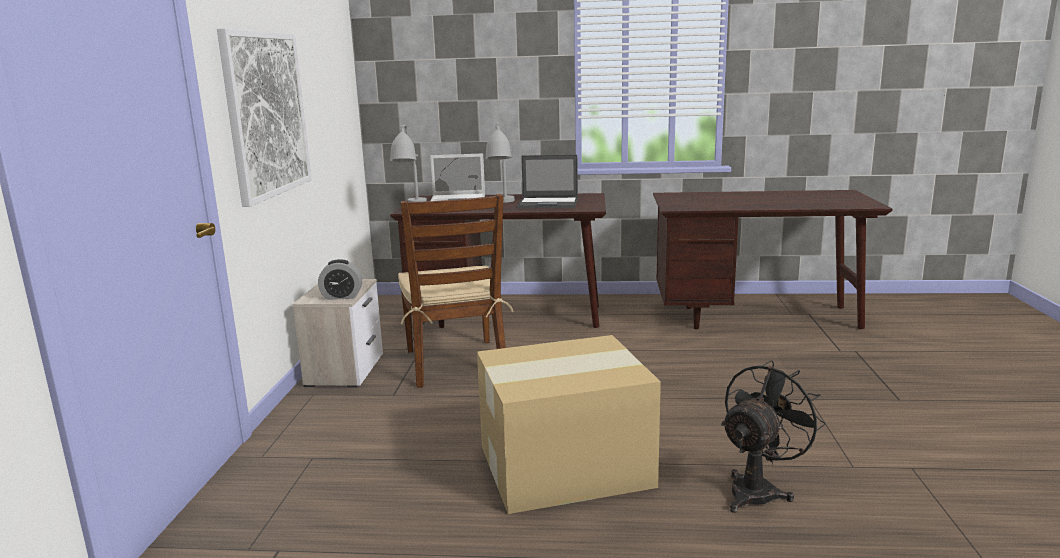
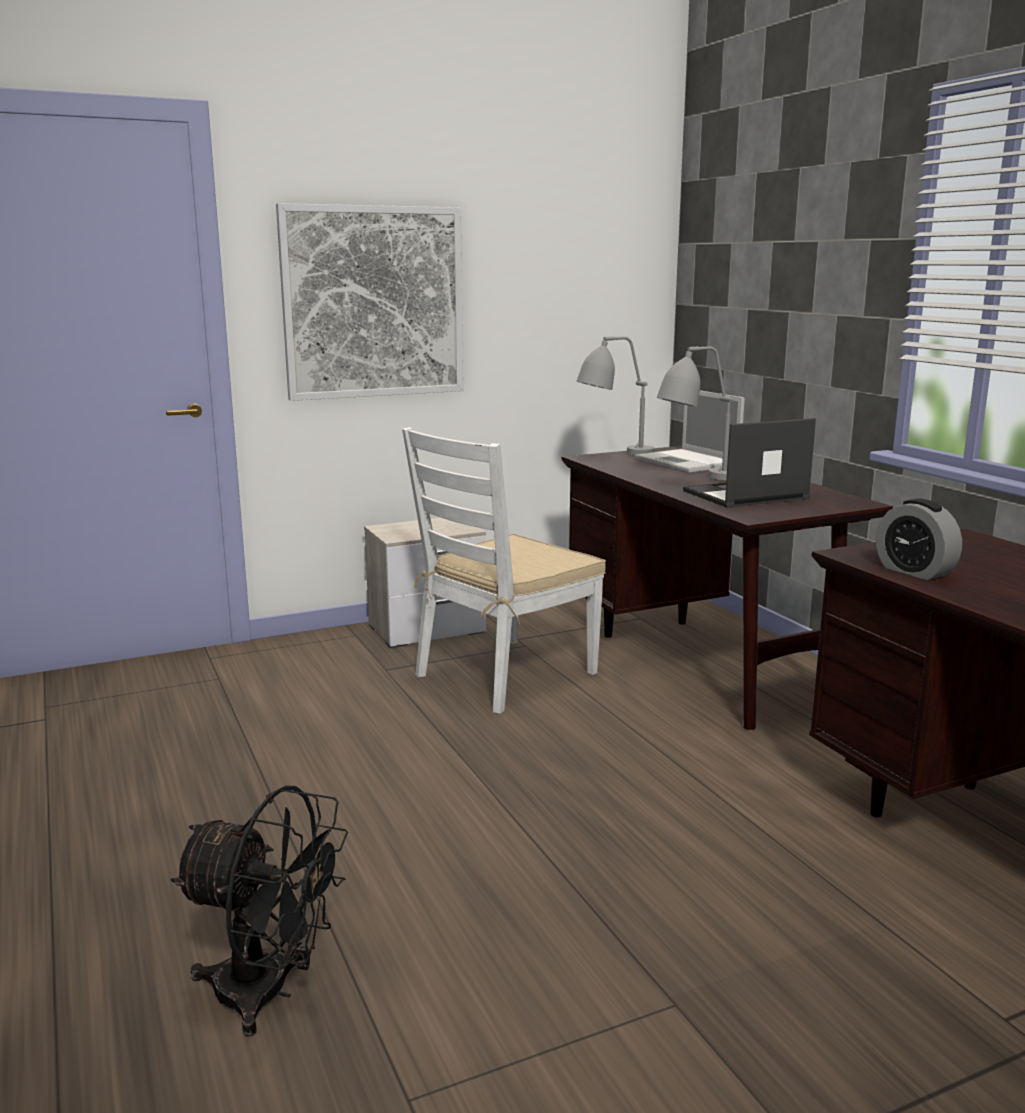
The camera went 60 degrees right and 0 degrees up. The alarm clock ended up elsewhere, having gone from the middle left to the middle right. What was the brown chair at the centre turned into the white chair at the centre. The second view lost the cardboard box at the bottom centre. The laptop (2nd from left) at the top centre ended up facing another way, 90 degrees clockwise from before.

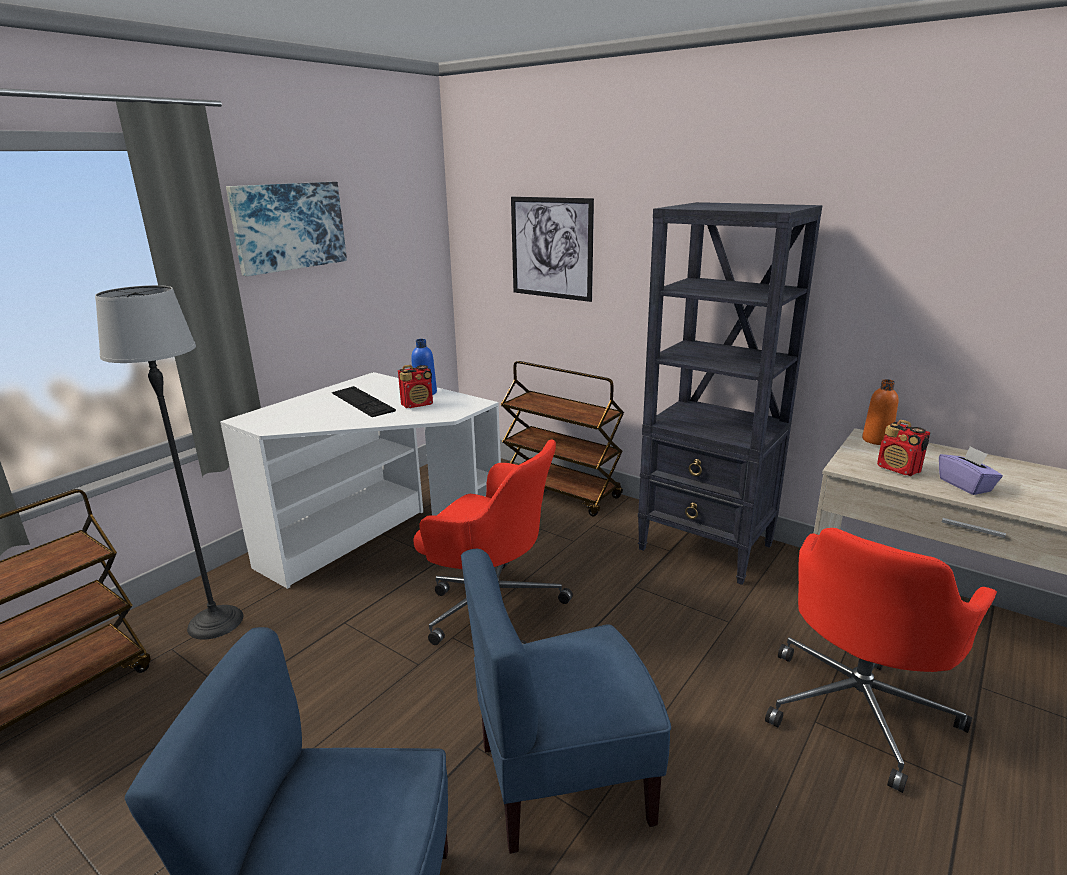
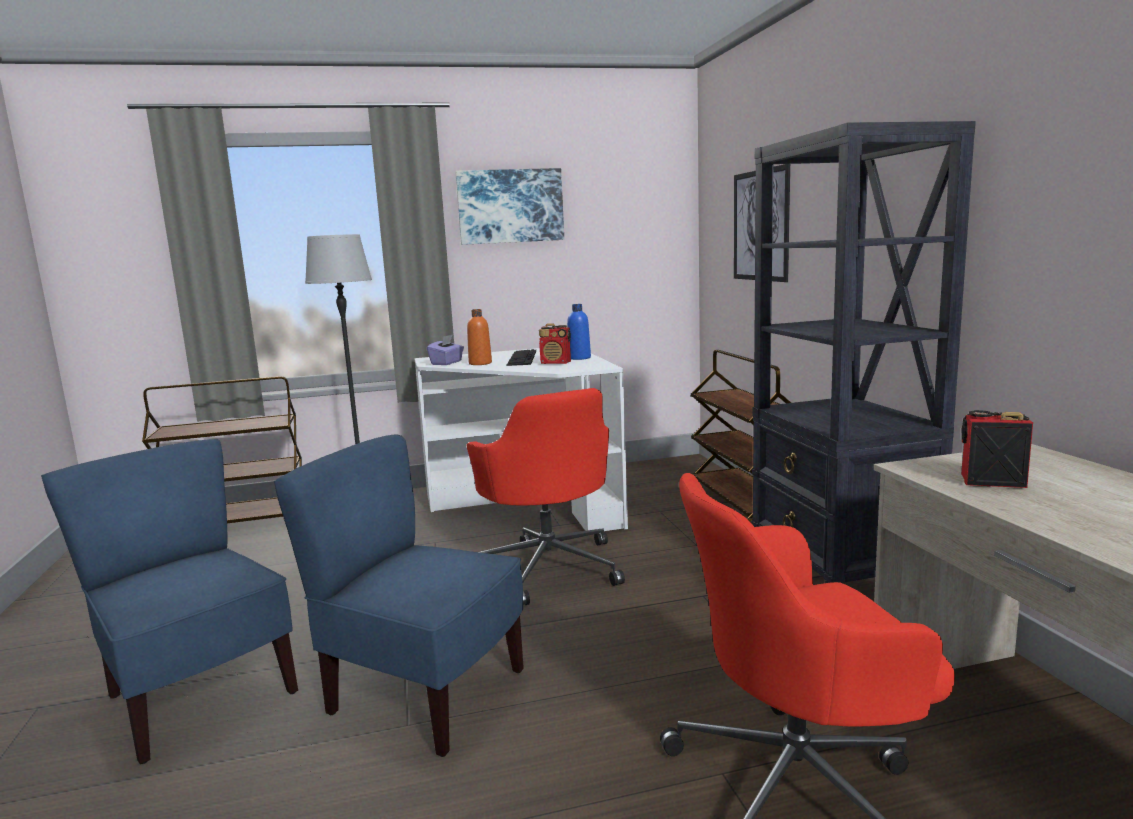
The camera went 40 degrees right and 10 degrees down. The orange bottle ended up elsewhere, having gone from the middle right to the centre. The radio (2nd from left) at the middle right ended up facing another way, 105 degrees clockwise from before. The purple tissue box ended up elsewhere, having gone from the middle right to the centre.

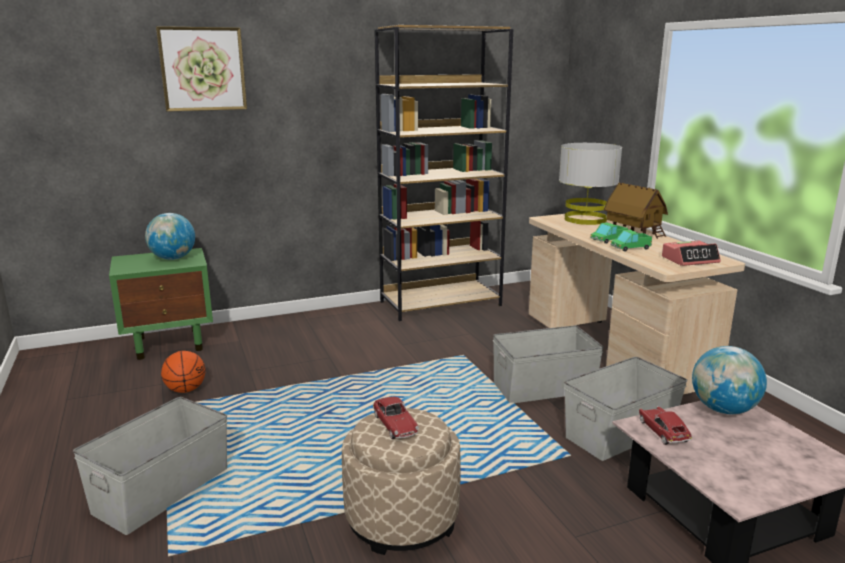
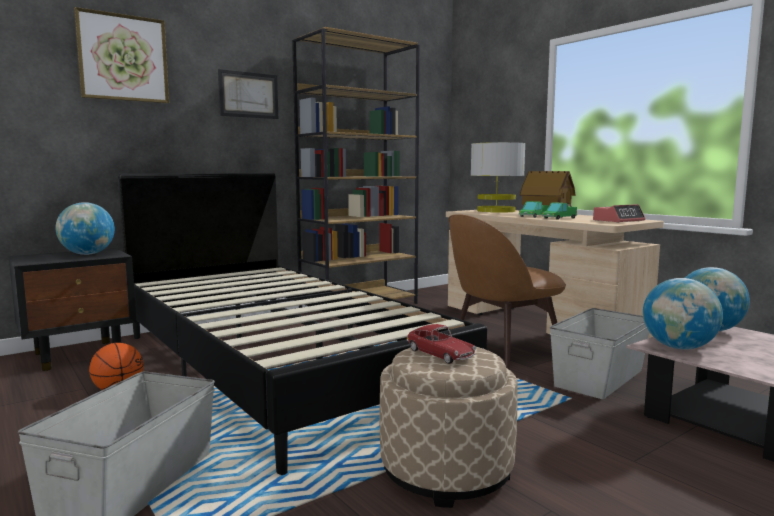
The camera went 15 degrees left and 10 degrees down. What was the green nightstand at the middle left turned into the black nightstand at the middle left. Where the grey storage box (2nd from left) stood at the centre, the brown chair came to stand at the centre. Where the toy car (2nd from left) stood at the bottom right, the globe (2nd from left) came to stand at the middle right. The second view gained the black bed at the centre. The second view gained the picture (2nd from left) at the top left.

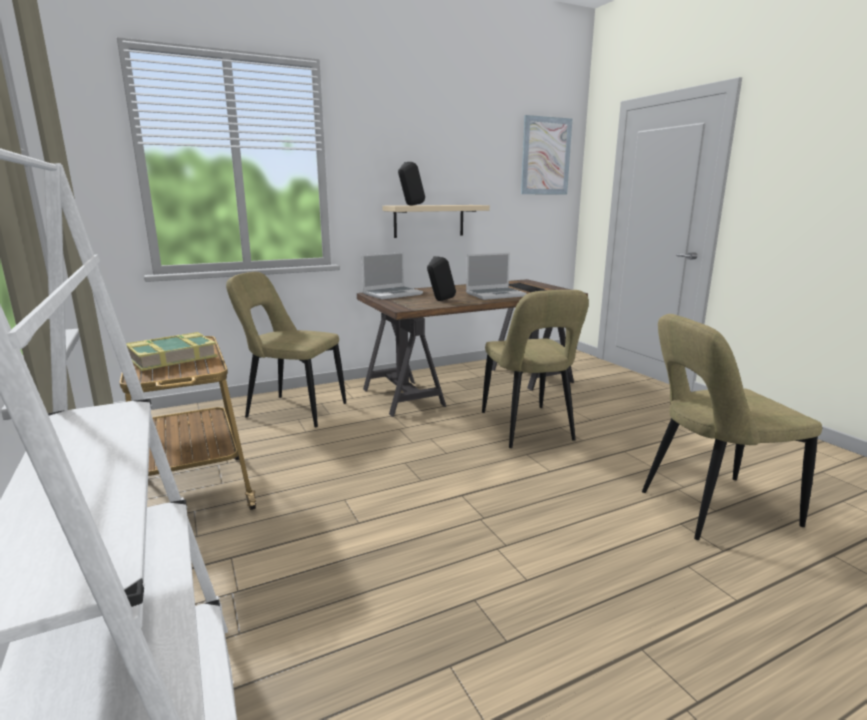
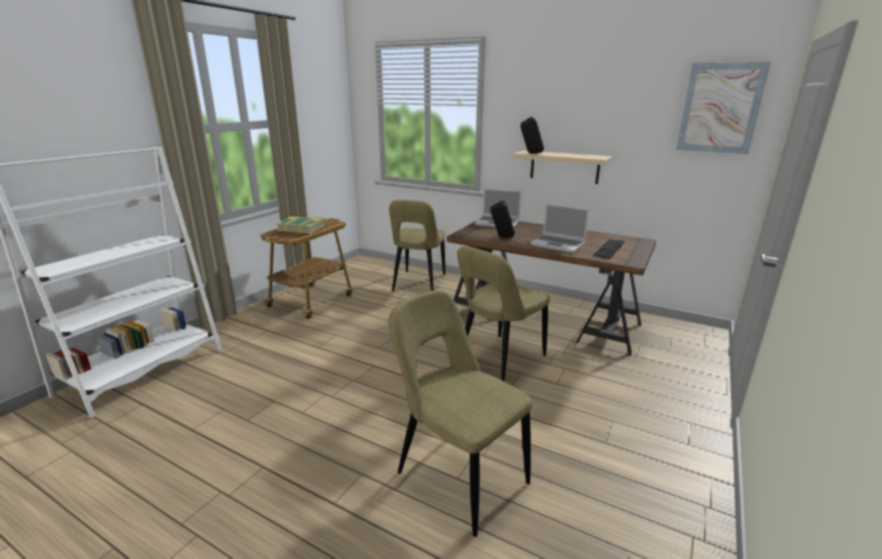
The camera went 55 degrees right and 5 degrees up. The beige chair (1st from left) at the middle left ended up facing another way, 150 degrees counterclockwise from before.

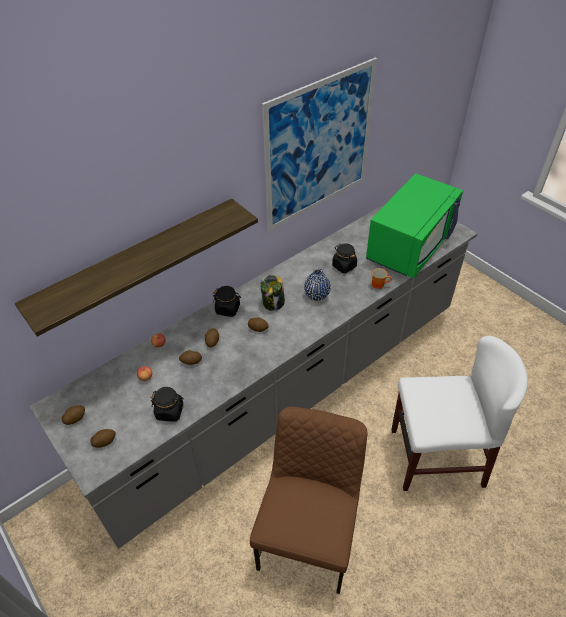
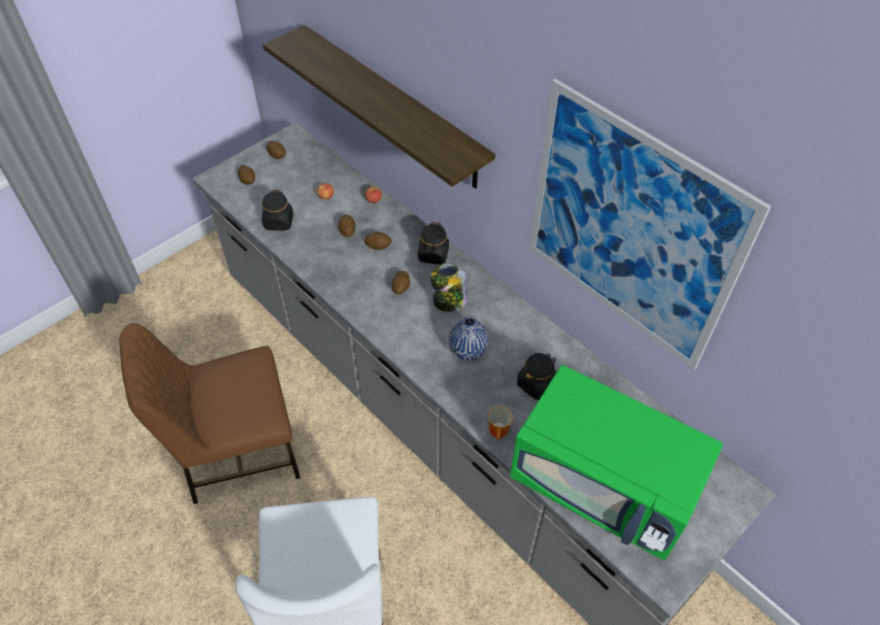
The camera went 85 degrees right and 5 degrees up. The brown chair at the bottom centre ended up facing another way, 150 degrees clockwise from before.

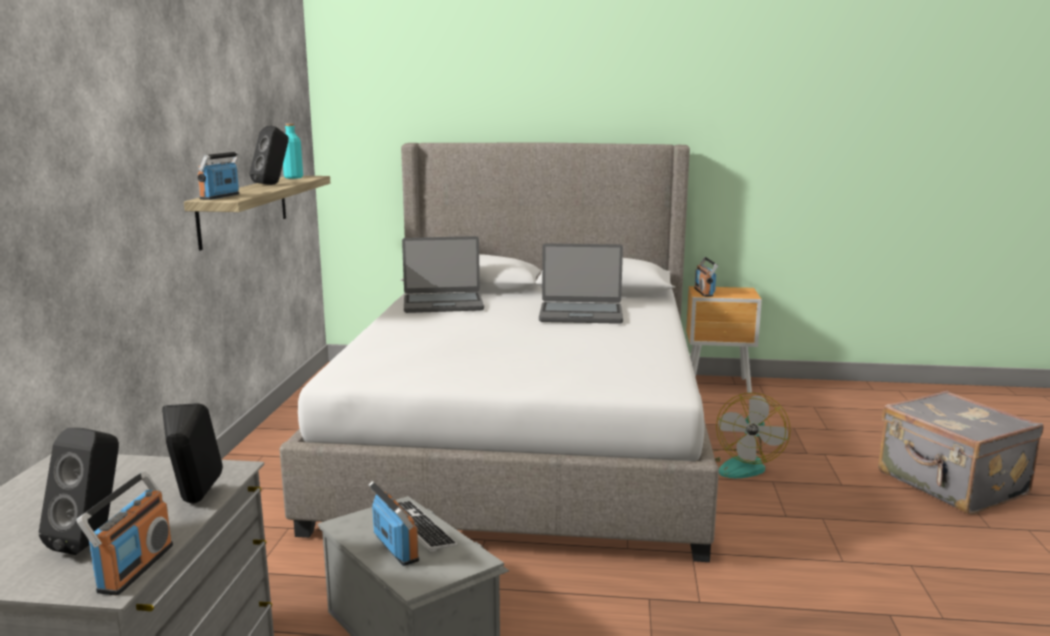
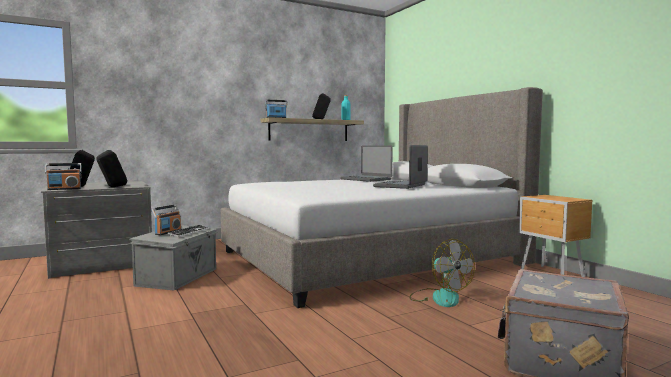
The camera went 55 degrees right and 10 degrees down. The laptop (2nd from left) at the centre ended up facing another way, 60 degrees clockwise from before. The second view lost the radio (4th from left) at the middle right. The fan at the bottom right ended up facing another way, 105 degrees counterclockwise from before.

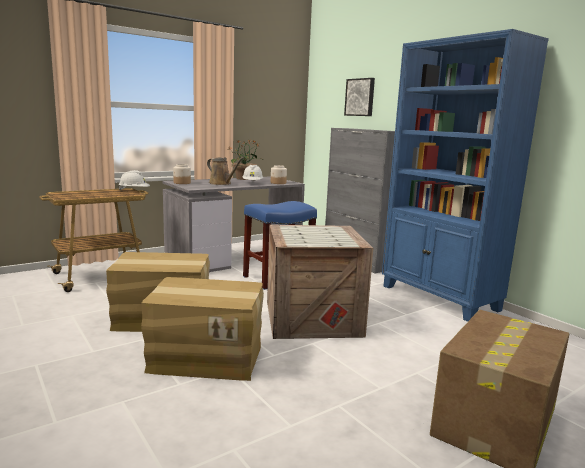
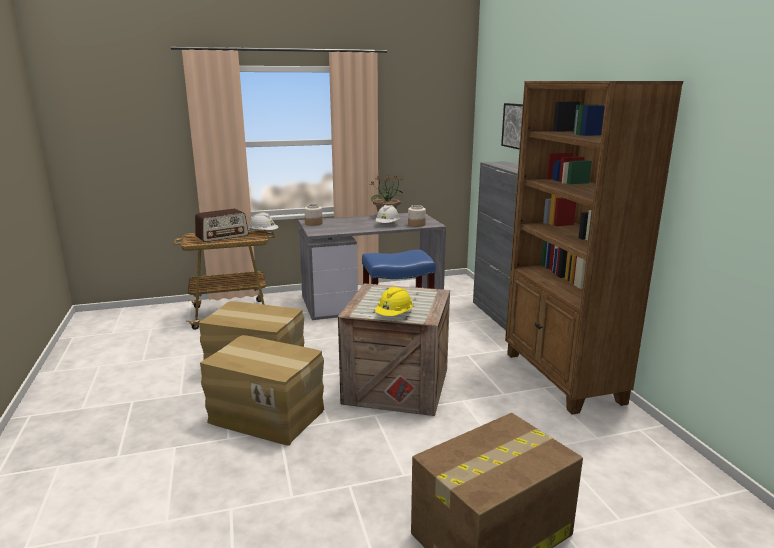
The camera went 20 degrees right and 5 degrees up. The second view lost the brown watering can at the centre. What was the blue bookcase at the middle right turned into the brown bookcase at the middle right. The second view gained the radio at the middle left. The second view gained the yellow hard hat at the centre.

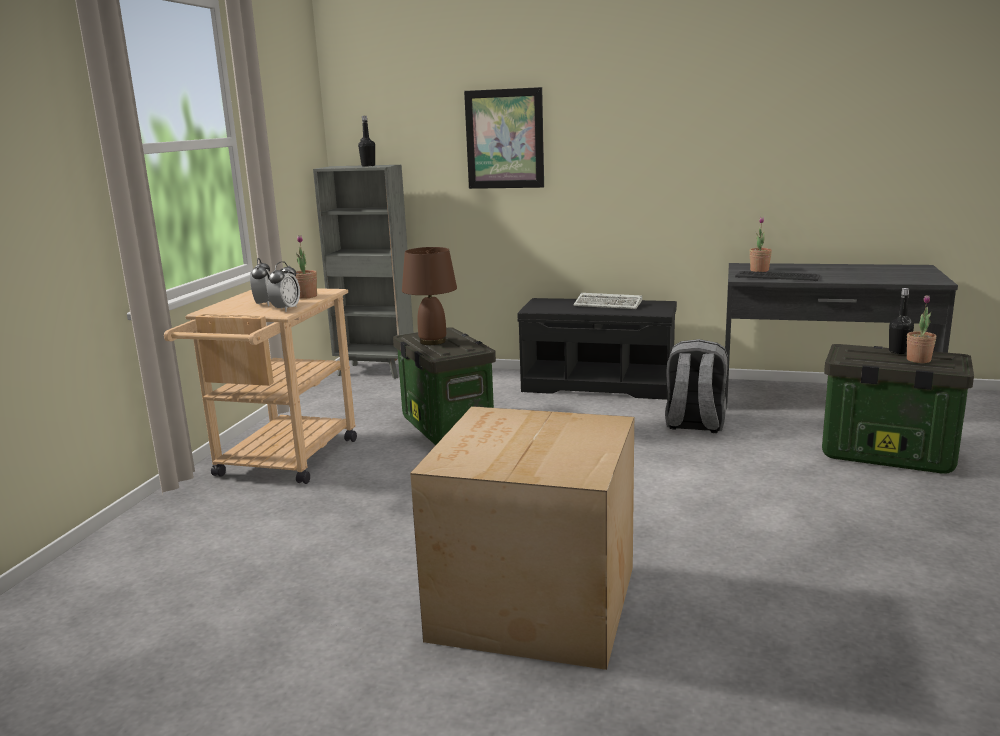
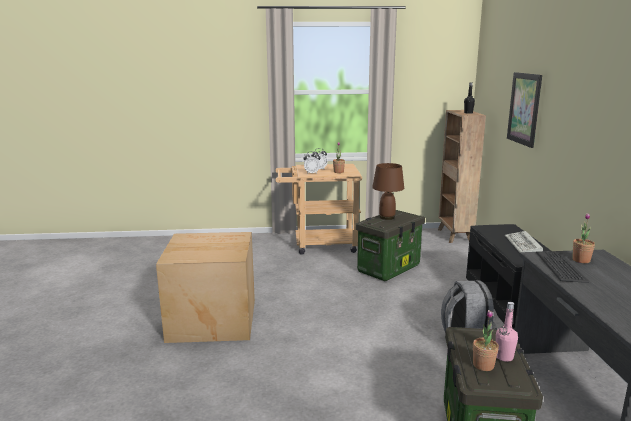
The camera went 70 degrees right and 0 degrees up. What was the grey bookcase at the centre turned into the brown bookcase at the middle right. What was the black bottle (2nd from left) at the middle right turned into the pink bottle at the bottom right.

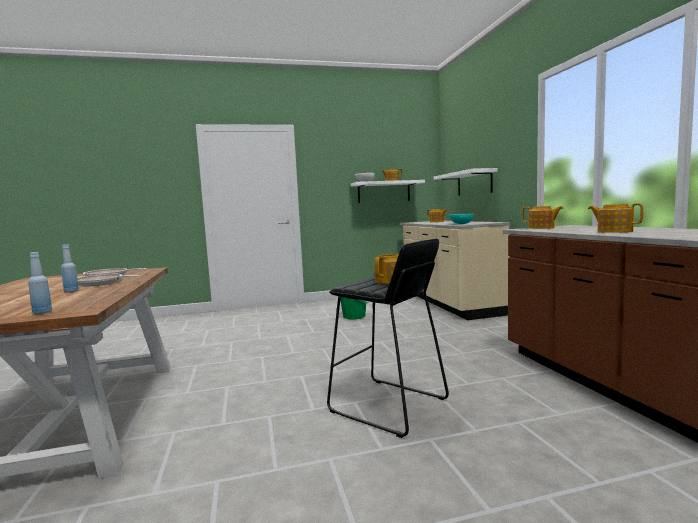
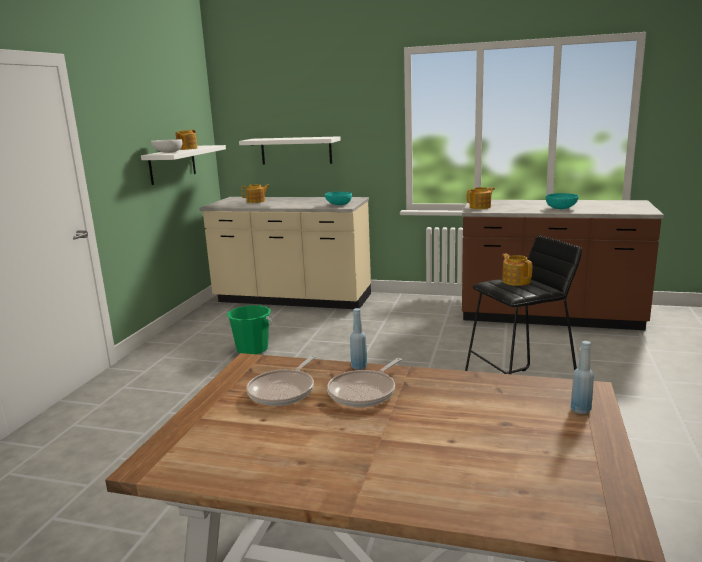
The camera went 60 degrees left and 10 degrees up. The blue bottle (2nd from left in the first image) ended up elsewhere, having gone from the middle left to the centre. Where the teapot (5th from left) stood at the middle right, the turquoise bowl (2nd from left) came to stand at the middle right.

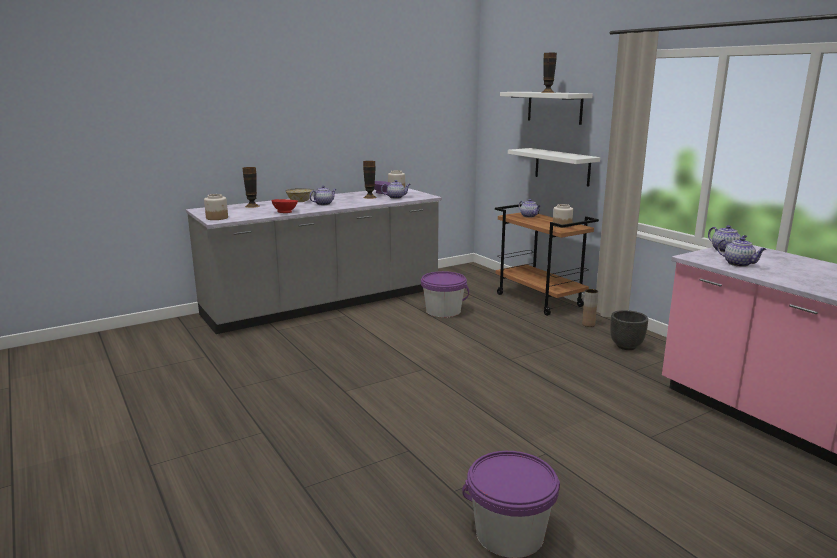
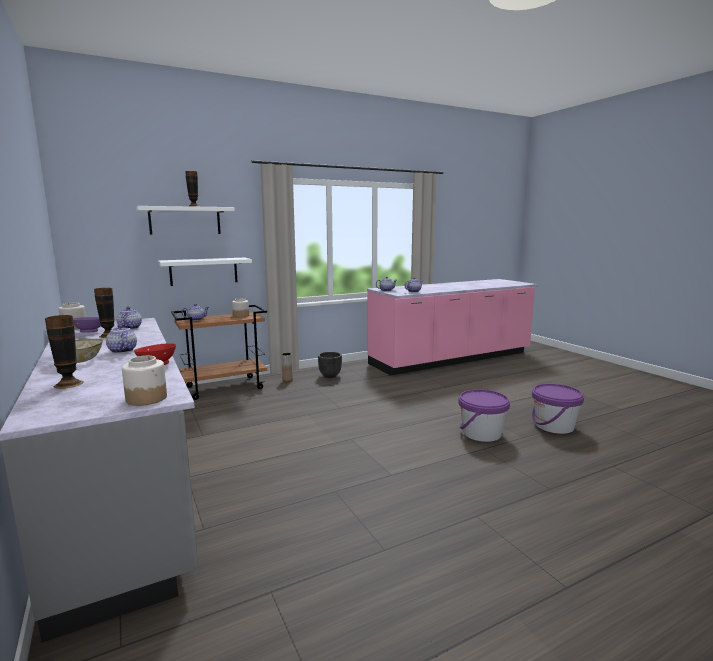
The camera went 85 degrees left and 5 degrees down. The purple bucket (1st from left) ended up elsewhere, having gone from the centre to the middle right.

